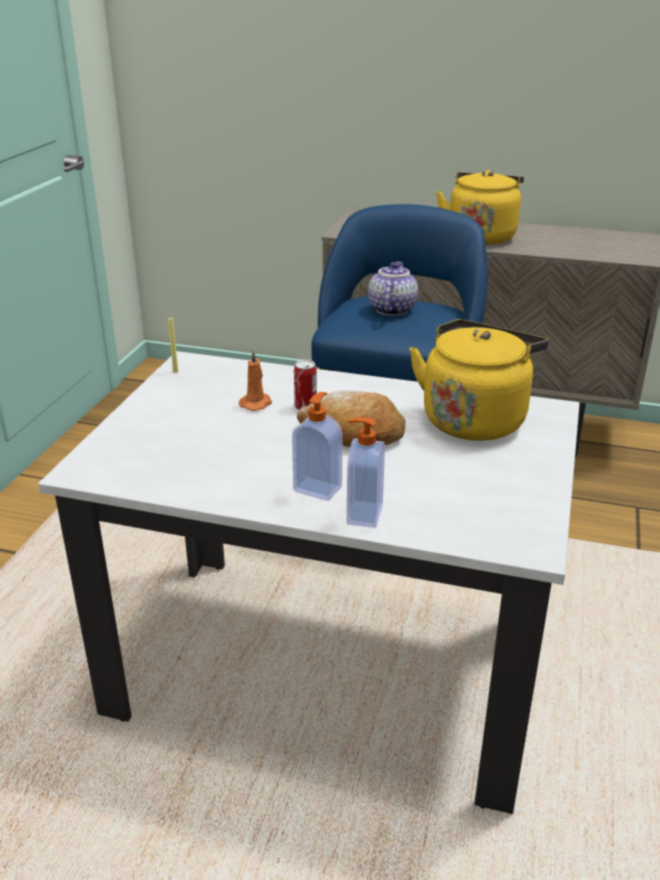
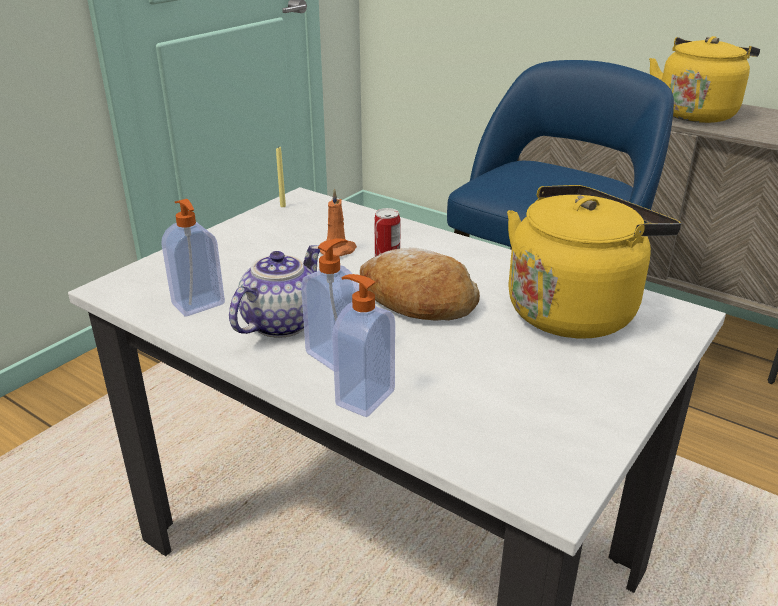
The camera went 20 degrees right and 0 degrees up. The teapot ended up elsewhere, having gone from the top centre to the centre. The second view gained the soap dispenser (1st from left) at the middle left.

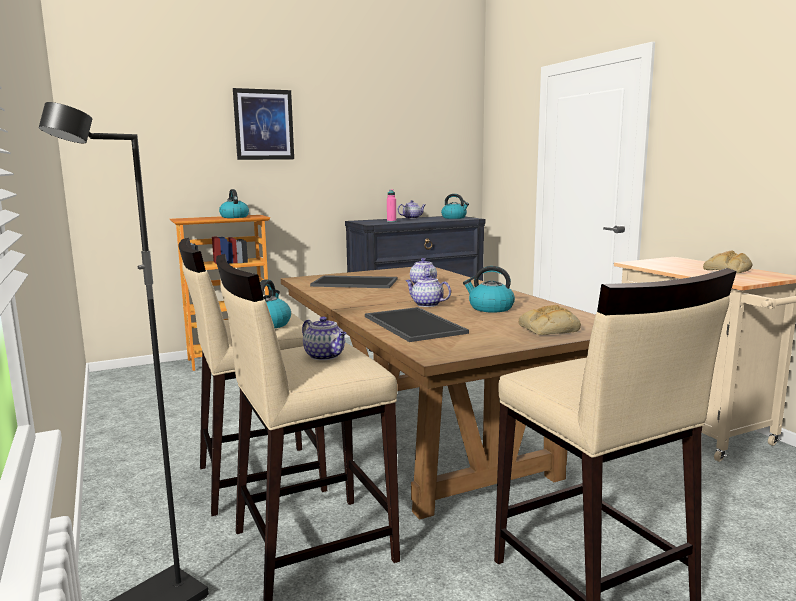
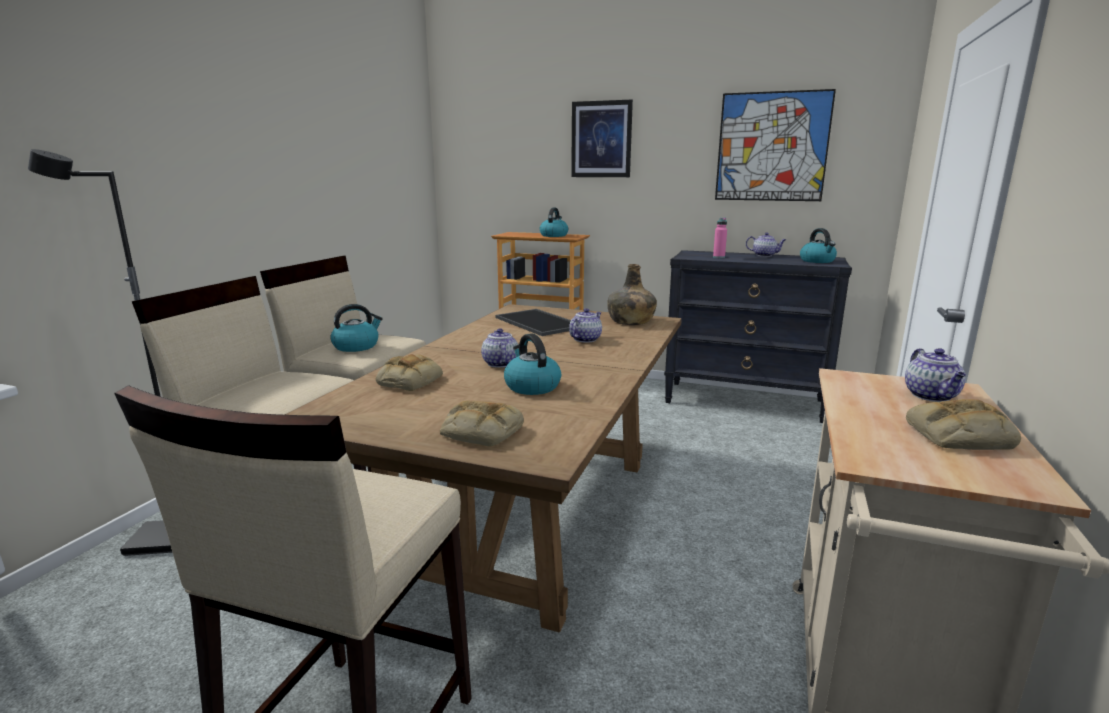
The camera went 45 degrees right and 5 degrees up. The teapot (1st from left in the first image) ended up elsewhere, having gone from the centre to the middle right. Where the tray (2nd from left) stood at the centre, the bread (1st from left) came to stand at the centre. The second view gained the green bottle at the centre. The second view gained the picture (2nd from left) at the top right.

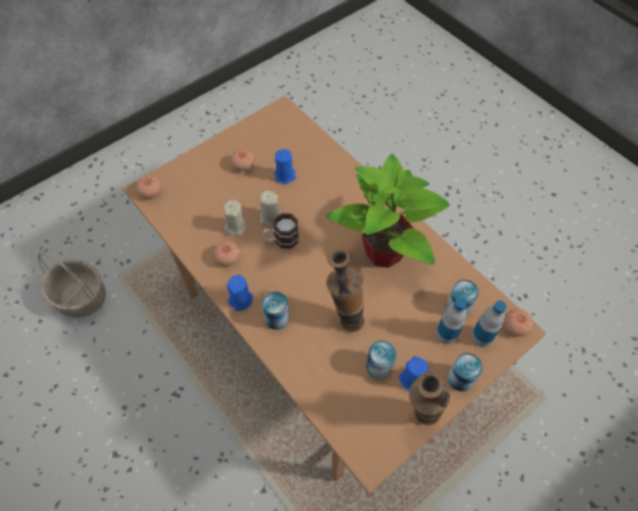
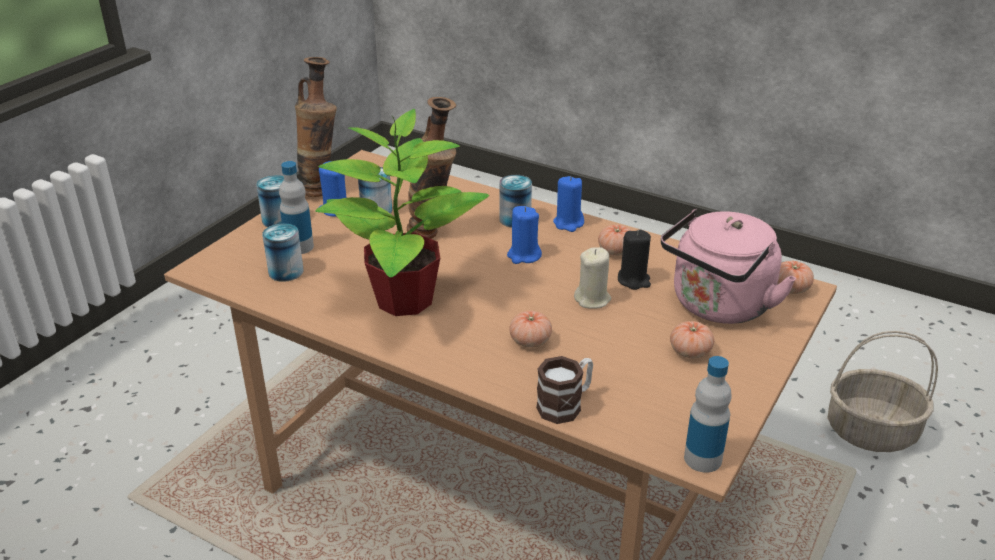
The camera went 160 degrees right and 25 degrees down. What was the beige candle (1st from left) at the centre turned into the black candle at the centre. The mug ended up elsewhere, having gone from the centre to the bottom centre. The blue candle (2nd from left) ended up elsewhere, having gone from the top centre to the centre. The bottle (2nd from left) ended up elsewhere, having gone from the middle right to the bottom right. The tomato (4th from left in the first image) ended up elsewhere, having gone from the middle right to the centre. The second view gained the pink kettle at the middle right.

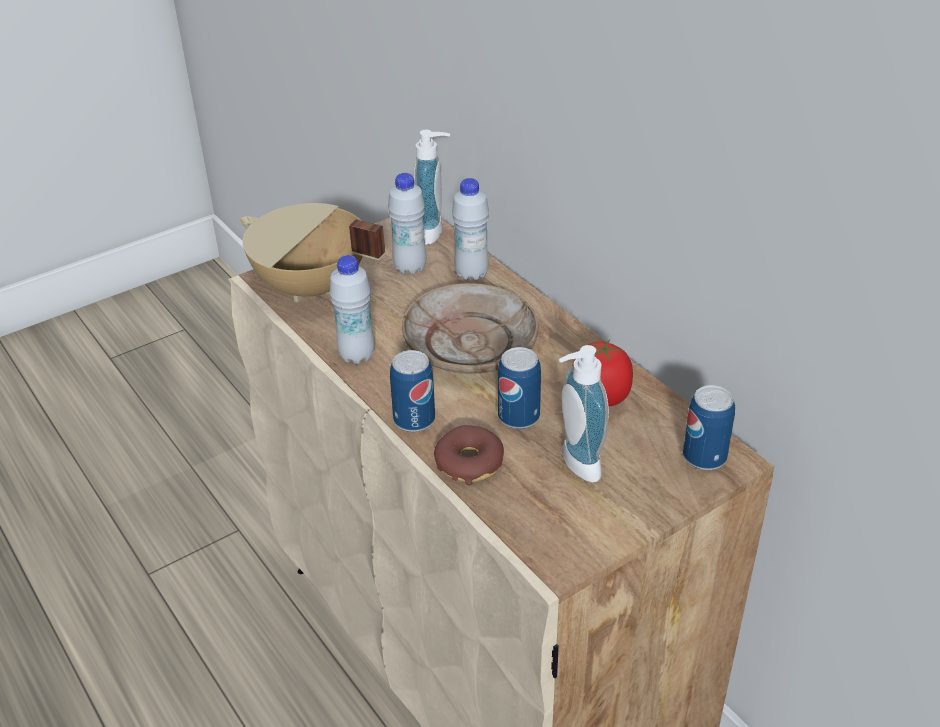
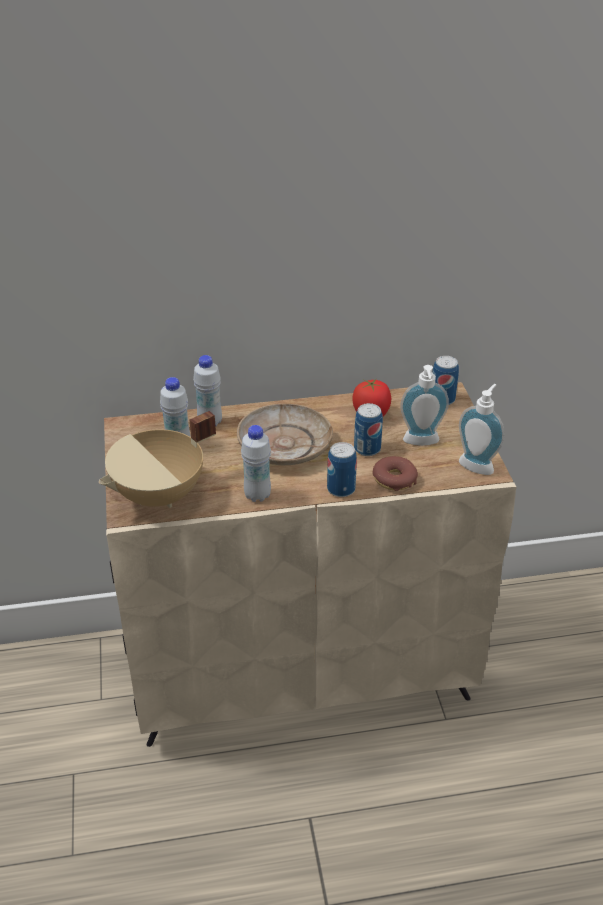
The camera went 65 degrees left and 0 degrees up. The soap dispenser (1st from left in the first image) ended up elsewhere, having gone from the top centre to the middle right.

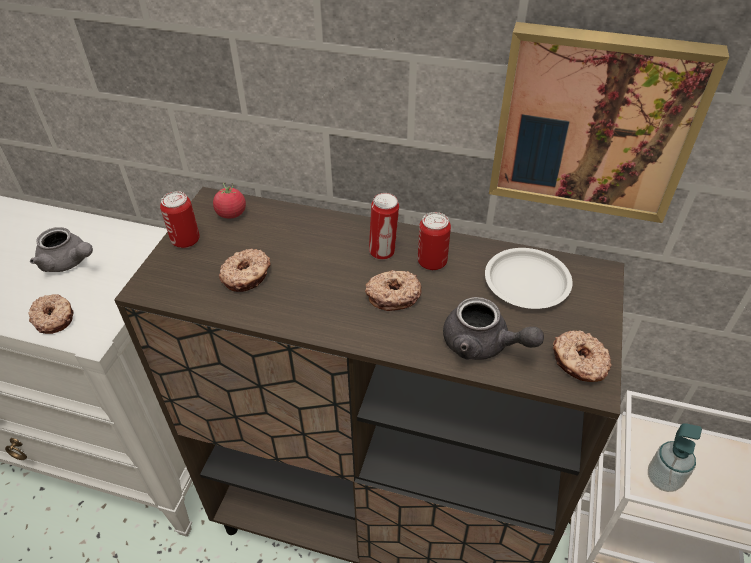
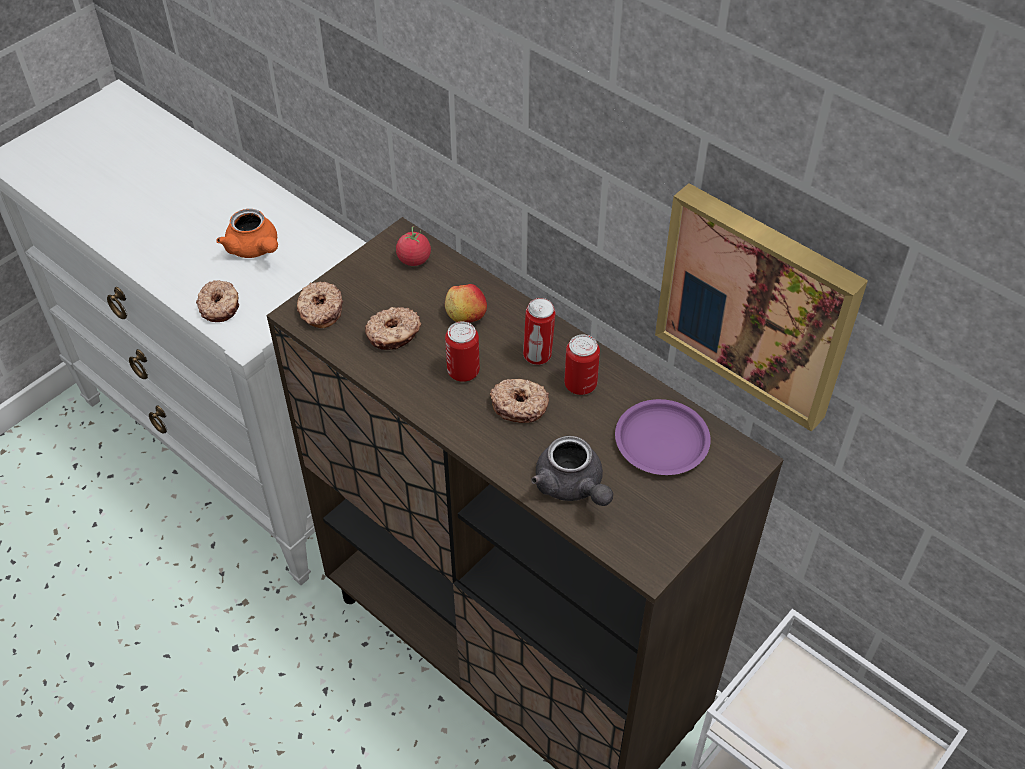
The camera went 25 degrees right and 5 degrees up. What was the grey teapot (1st from left) at the middle left turned into the orange teapot at the top left. The can (1st from left) ended up elsewhere, having gone from the middle left to the centre. What was the white plate at the middle right turned into the purple plate at the centre. The donut (4th from left in the first image) ended up elsewhere, having gone from the middle right to the middle left. The second view lost the soap dispenser at the bottom right. The second view gained the apple at the centre.

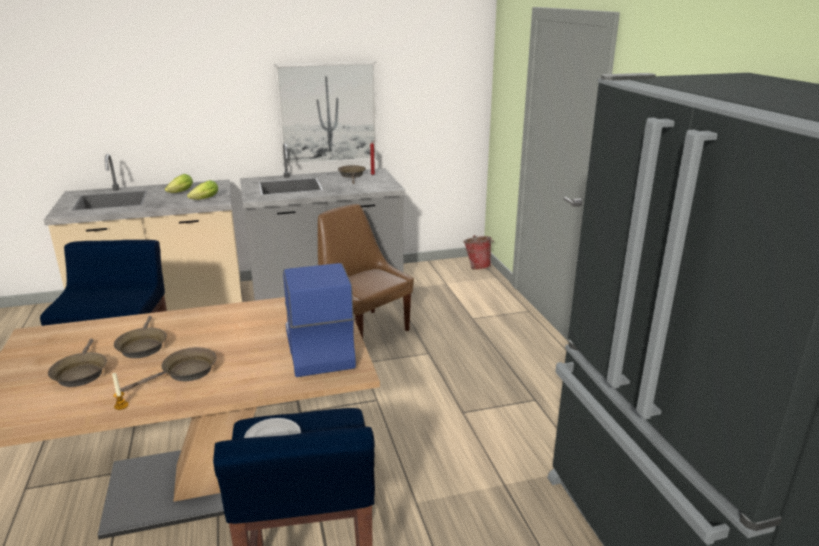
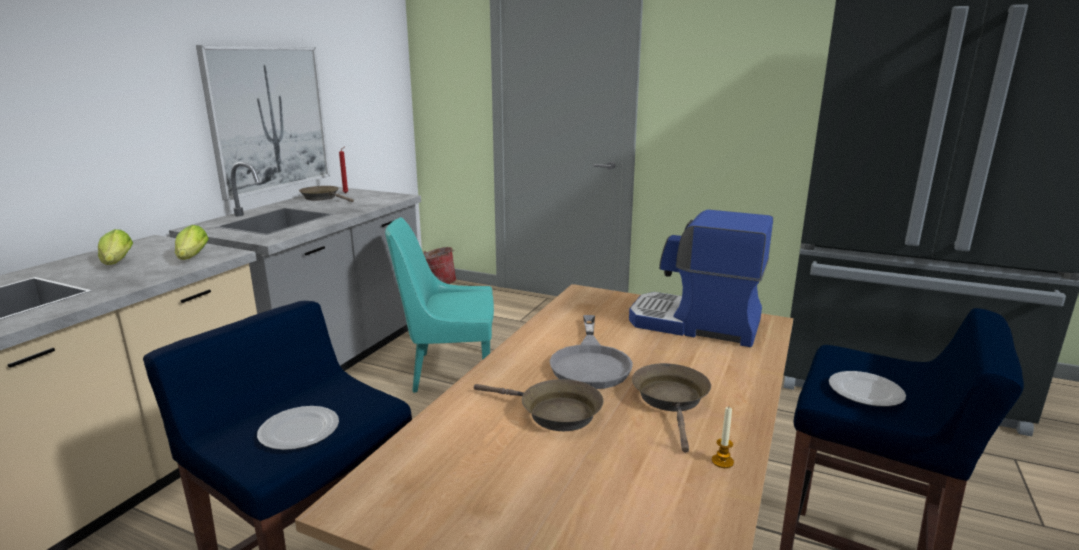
The camera went 50 degrees left and 5 degrees down. The second view lost the brown frying pan (1st from left) at the middle left. What was the brown chair at the centre turned into the turquoise chair at the centre. The second view gained the plate (1st from left) at the bottom left. The second view gained the grey frying pan at the centre.

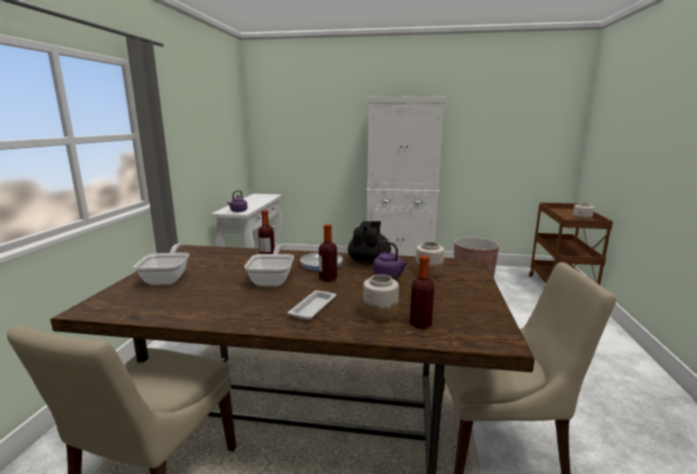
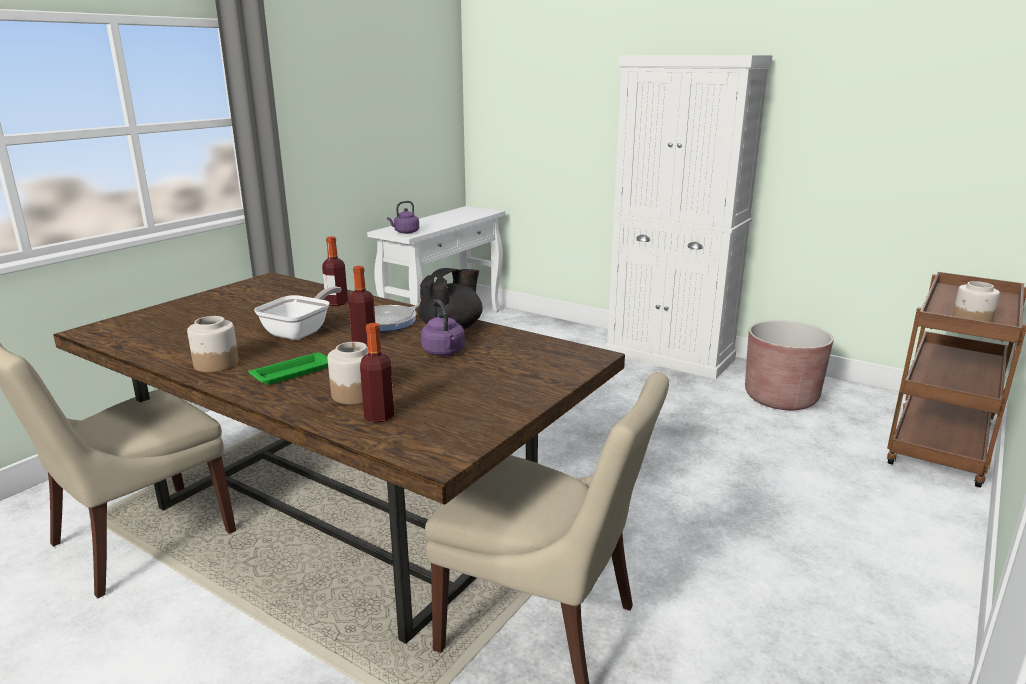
The camera went 25 degrees right and 5 degrees up. The second view lost the frying pan (1st from left) at the middle left. What was the white tray at the centre turned into the green tray at the middle left. The jar (2nd from left in the first image) ended up elsewhere, having gone from the centre to the middle left.

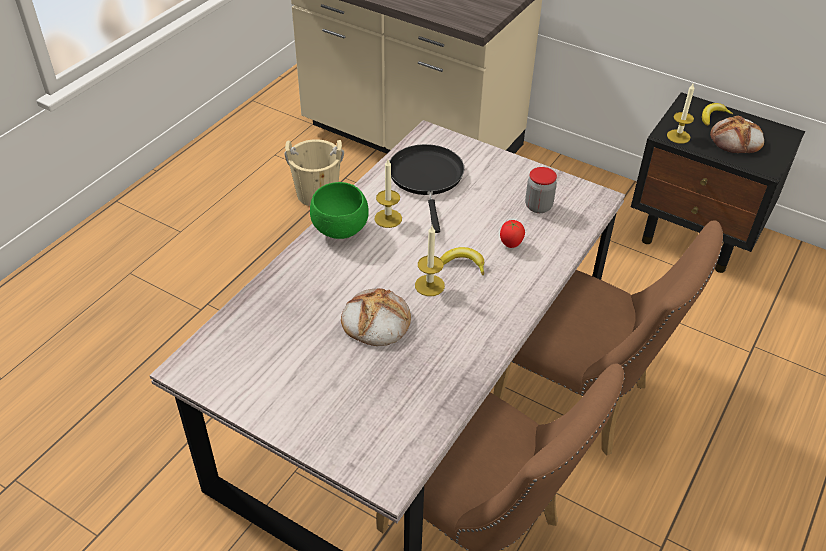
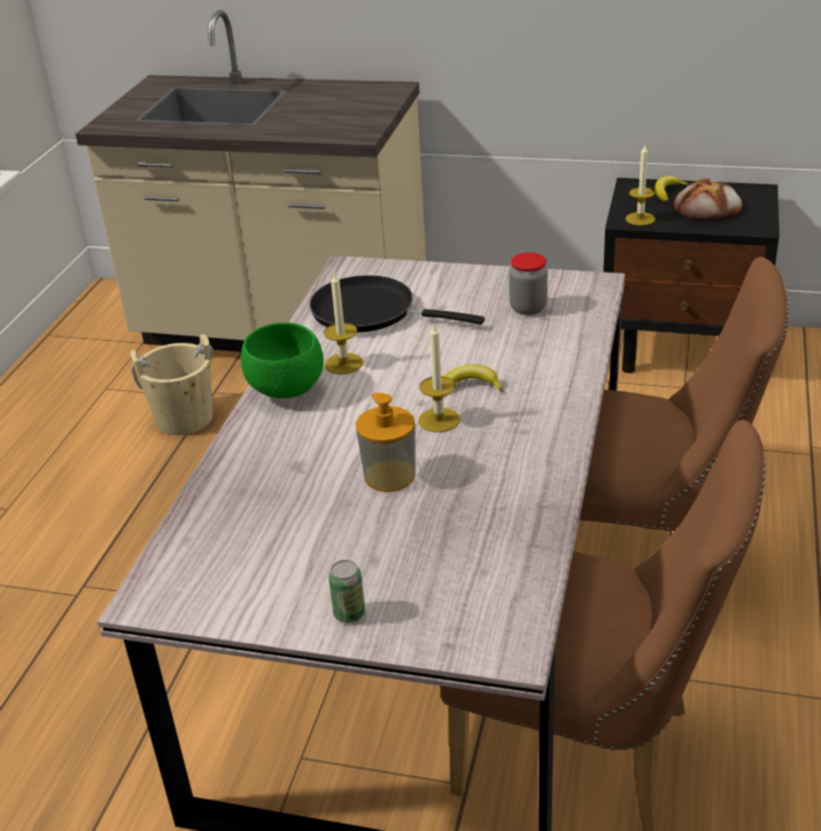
The camera went 15 degrees left and 10 degrees down. Where the bread (1st from left) stood at the centre, the soap dispenser came to stand at the centre. The black frying pan at the centre ended up facing another way, 45 degrees counterclockwise from before. The second view lost the tomato at the centre. The second view gained the can at the bottom centre.

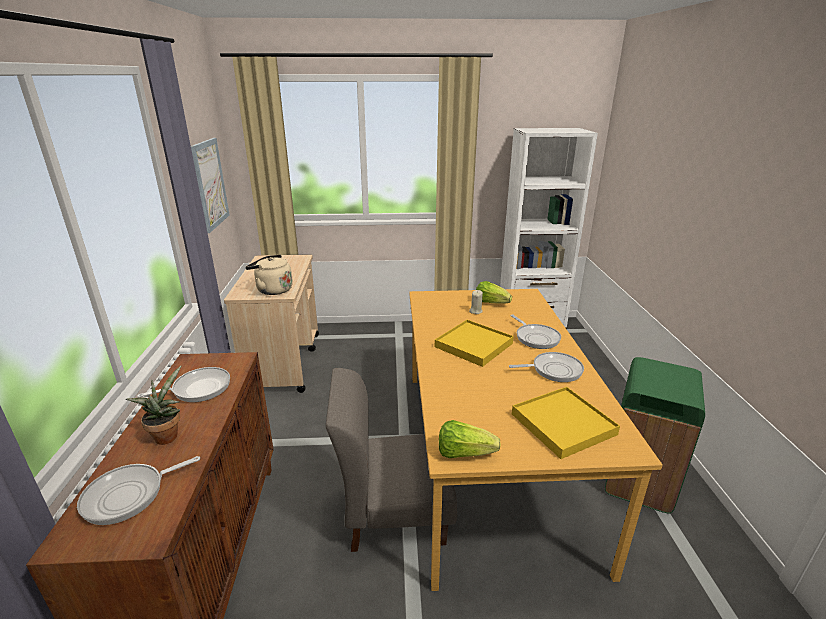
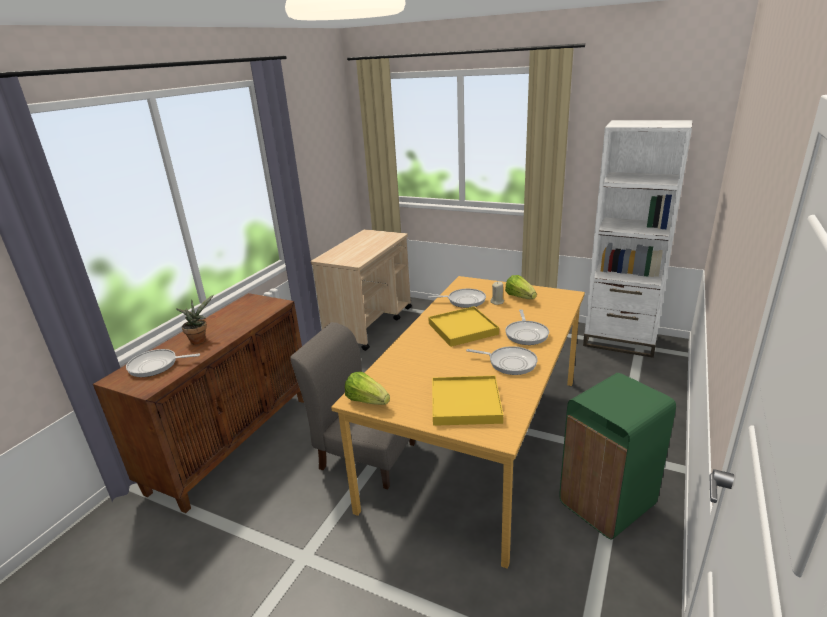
The camera went 30 degrees right and 0 degrees up. The frying pan (2nd from left) ended up elsewhere, having gone from the middle left to the centre. The second view lost the picture at the top left. The second view lost the beige kettle at the middle left.

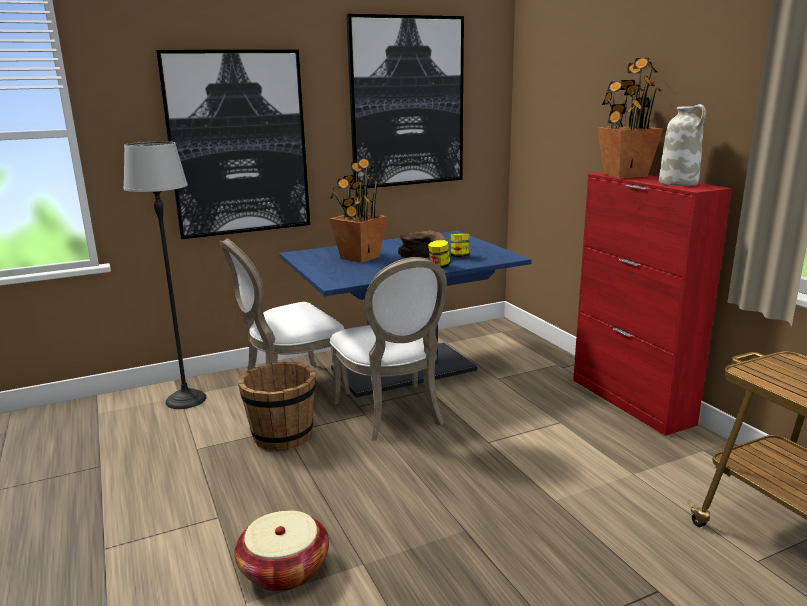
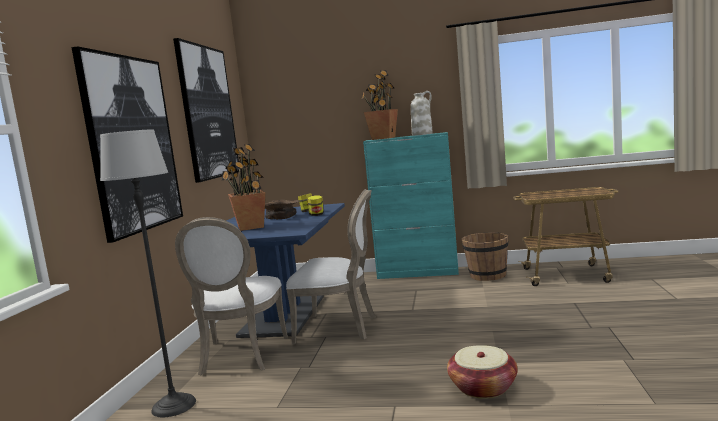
The camera went 55 degrees left and 10 degrees down. The brown bucket ended up elsewhere, having gone from the bottom centre to the middle right. What was the red cabinet at the middle right turned into the turquoise cabinet at the centre.

